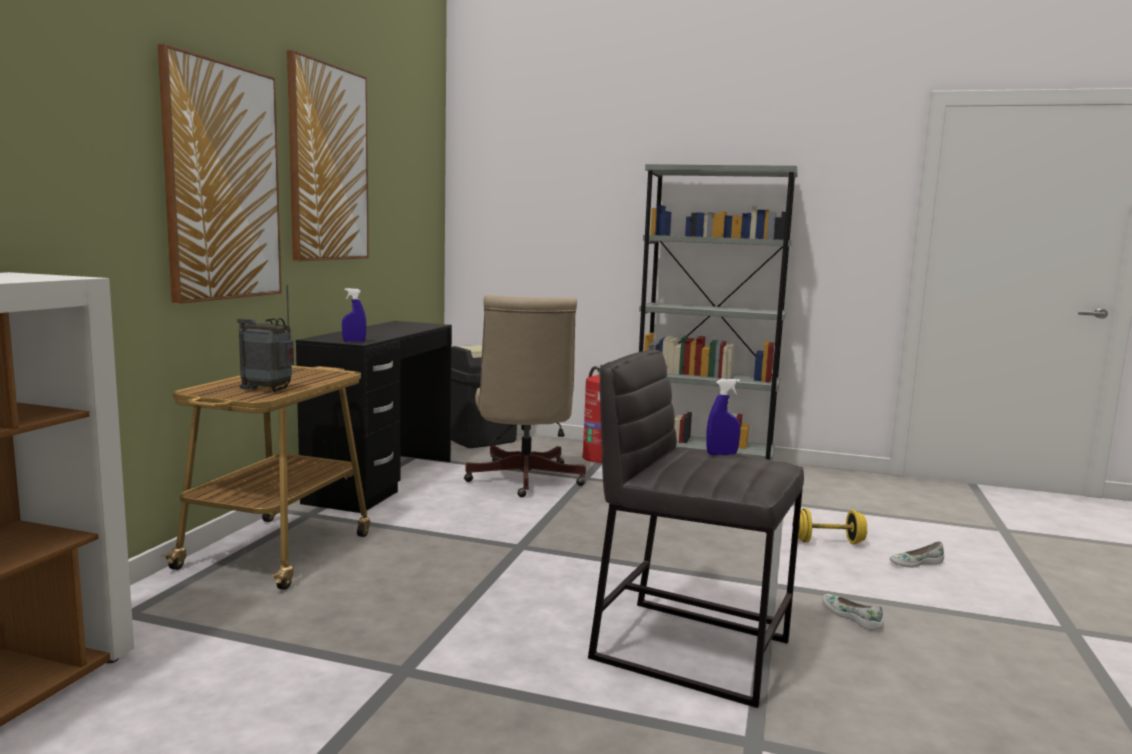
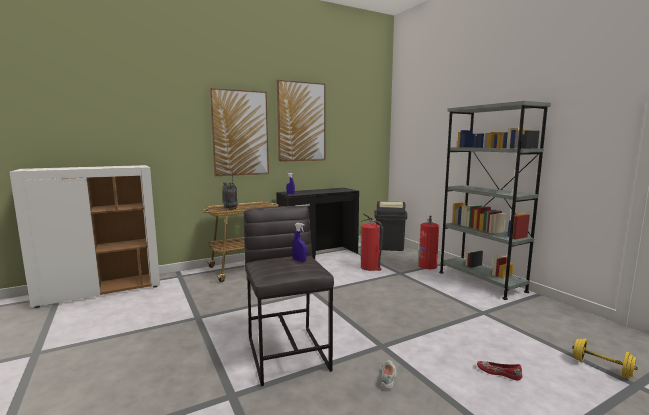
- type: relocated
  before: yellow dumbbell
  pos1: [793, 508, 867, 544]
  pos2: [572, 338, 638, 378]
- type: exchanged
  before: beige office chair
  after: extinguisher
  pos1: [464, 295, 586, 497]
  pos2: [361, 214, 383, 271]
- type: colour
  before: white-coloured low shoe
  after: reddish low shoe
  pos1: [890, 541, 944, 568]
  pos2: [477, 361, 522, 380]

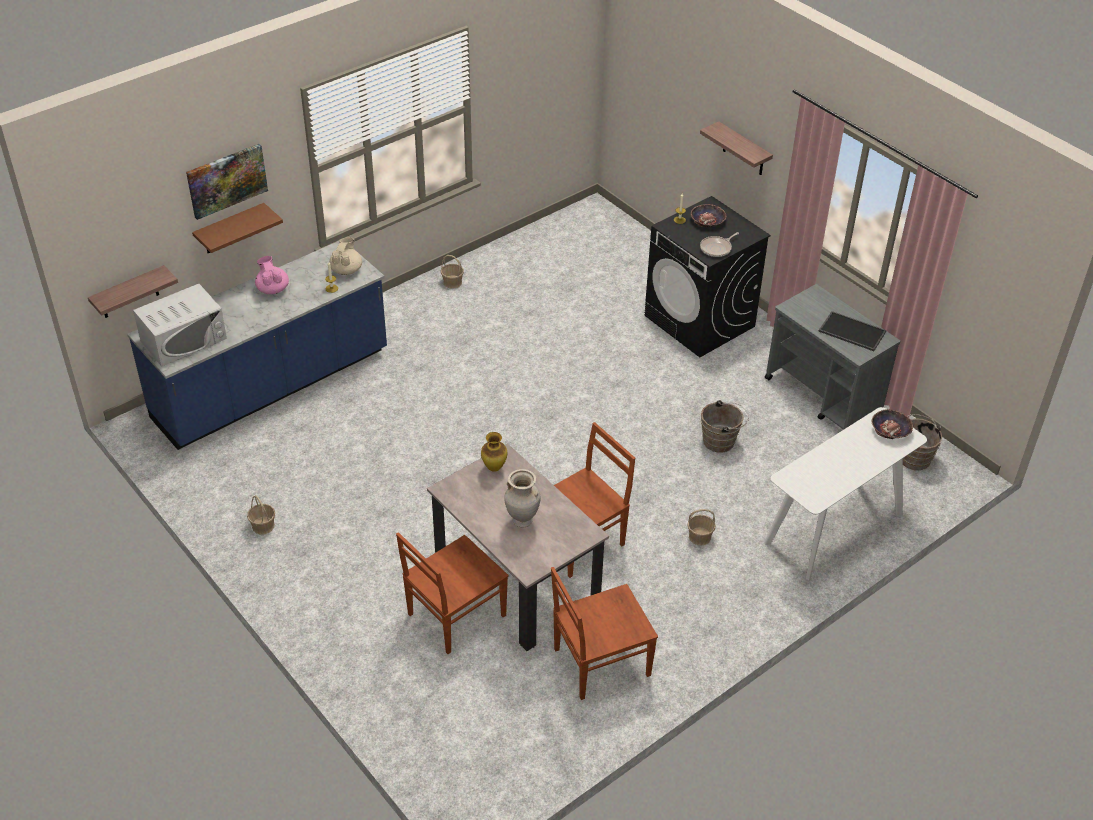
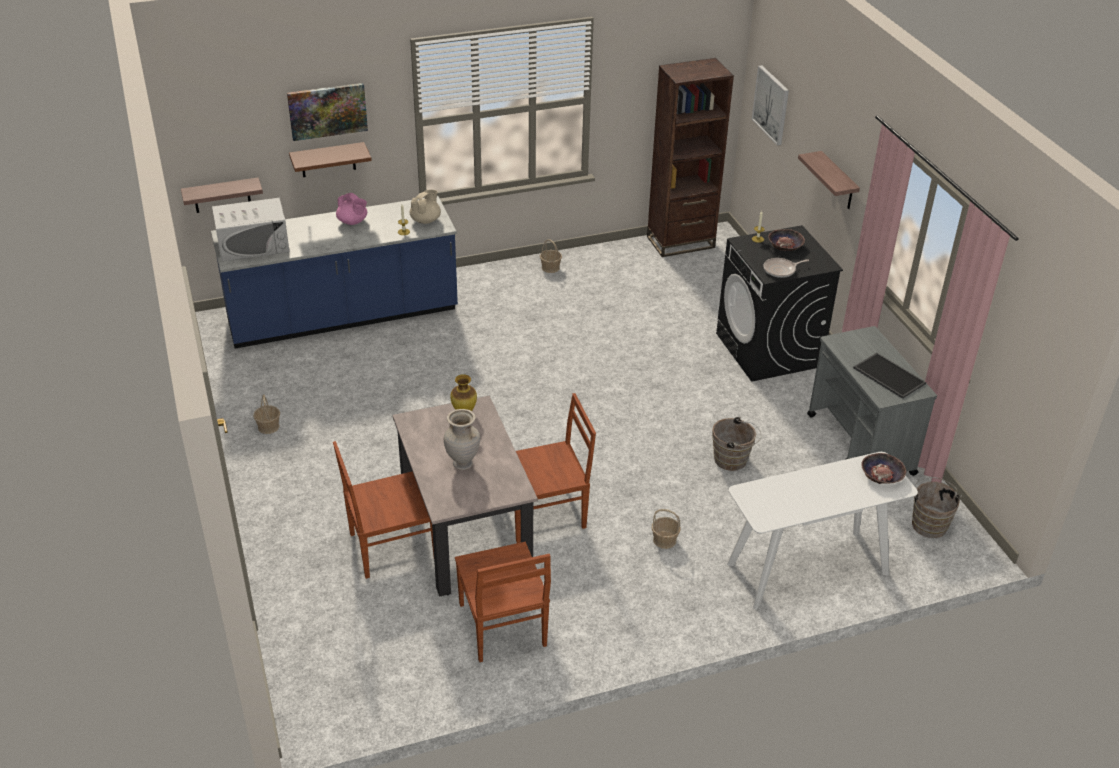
- type: appeared
  after: brownish bookshelf
  pos2: [647, 58, 734, 257]
- type: appeared
  after: wall art
  pos2: [752, 65, 789, 146]
- type: spun
  before: pink pot for tea
  pos1: [255, 256, 289, 294]
  pos2: [336, 193, 367, 225]
  turn: 135
- type: spun
  before: brownish upright chair
  pos1: [551, 567, 658, 700]
  pos2: [455, 542, 551, 662]
  turn: -105

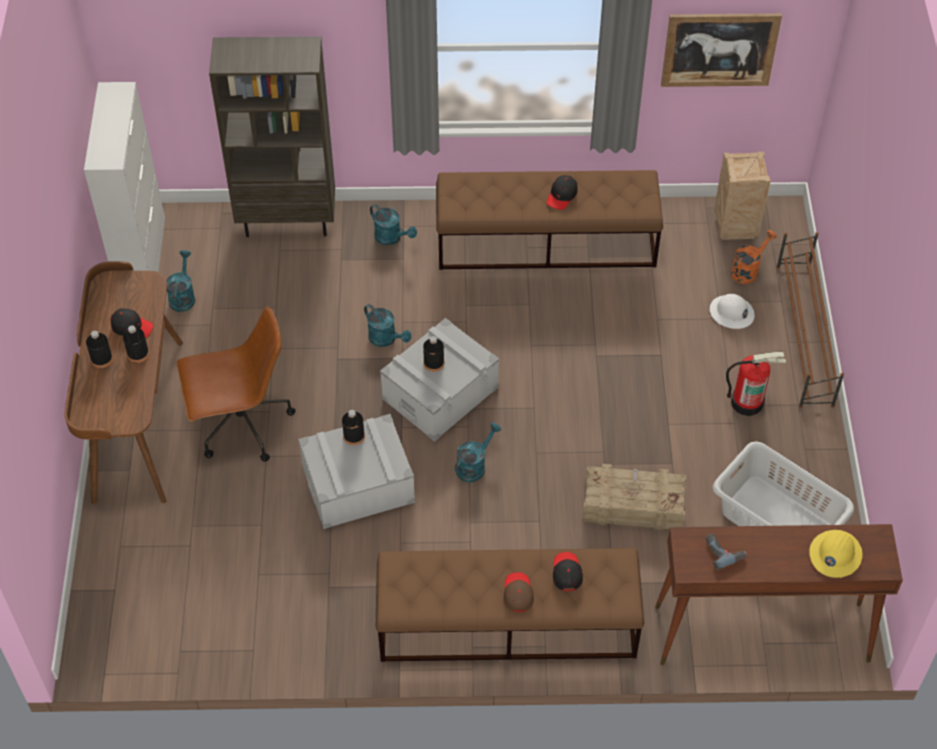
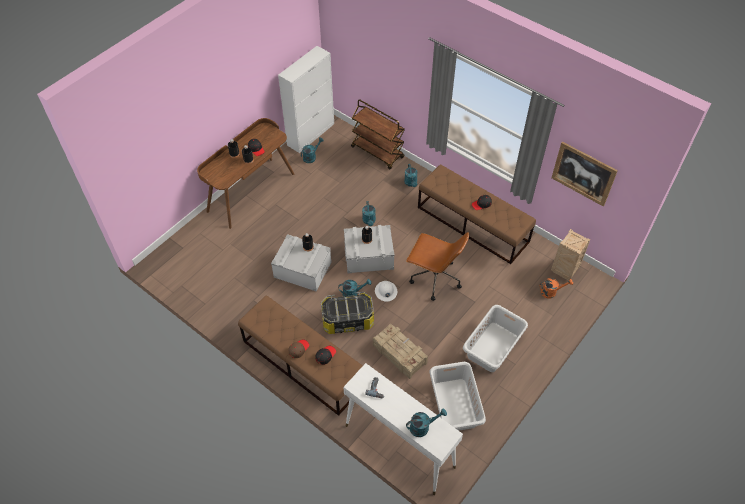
- type: missing
  before: brownish shoe shelf
  pos1: [776, 232, 844, 408]
- type: appeared
  after: storage bin
  pos2: [321, 292, 374, 334]
- type: relocated
  before: brownish office chair
  pos1: [177, 306, 296, 462]
  pos2: [406, 232, 469, 301]
- type: relocated
  before: white-coloured safety helmet
  pos1: [710, 294, 754, 329]
  pos2: [375, 281, 397, 302]
- type: exchanged
  before: brownish bookshelf
  after: brownish wheeled cart
  pos1: [209, 36, 335, 237]
  pos2: [351, 99, 405, 169]
- type: exchanged
  before: extinguisher
  after: greyish washing basket
  pos1: [726, 352, 786, 416]
  pos2: [463, 305, 528, 372]
- type: exchanged
  before: yellow safety helmet
  after: turquoise-coloured watering pot
  pos1: [809, 530, 862, 578]
  pos2: [406, 408, 447, 437]
- type: colour
  before: brownish narrow table
  after: white-coloured narrow table
  pos1: [655, 524, 903, 665]
  pos2: [344, 363, 463, 495]

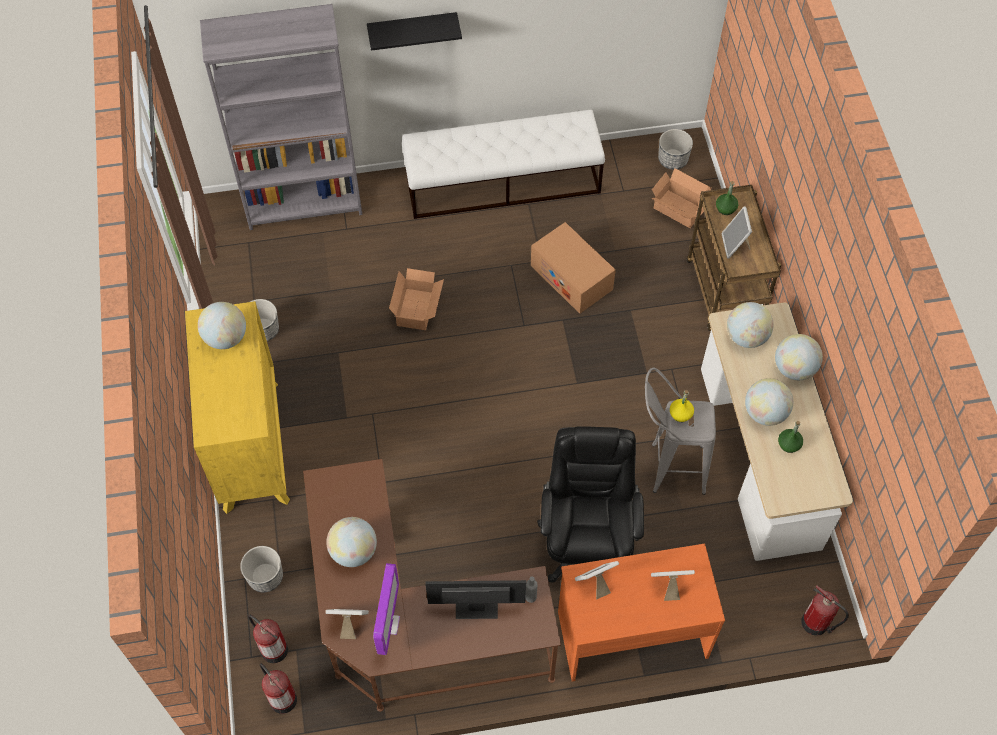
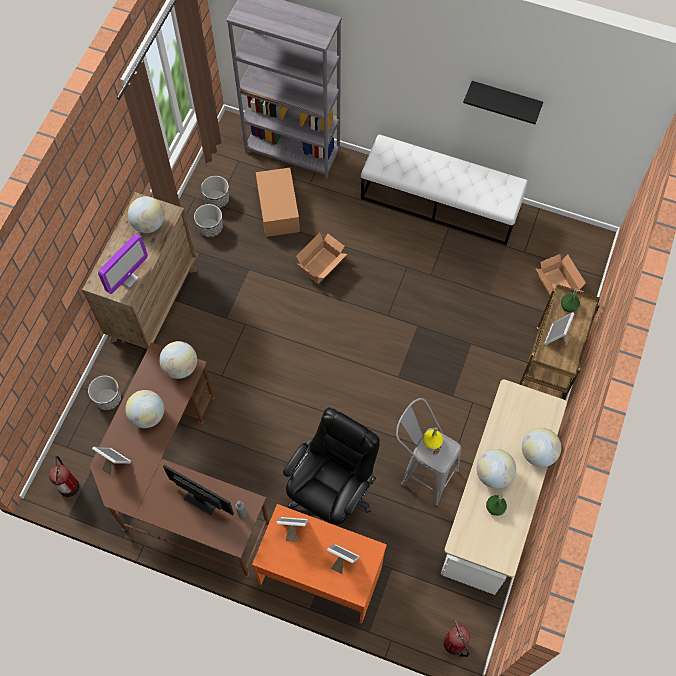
- type: missing
  before: extinguisher
  pos1: [248, 615, 288, 663]
- type: relocated
  before: black-coloured wall shelf
  pos1: [367, 12, 462, 51]
  pos2: [463, 81, 543, 124]
- type: relocated
  before: computer display
  pos1: [373, 563, 400, 655]
  pos2: [98, 234, 148, 294]
- type: relocated
  before: cardboard box
  pos1: [531, 222, 616, 314]
  pos2: [256, 168, 300, 237]
- type: relocated
  before: plant pot
  pos1: [658, 129, 693, 170]
  pos2: [201, 176, 229, 208]
- type: relocated
  before: world globe
  pos1: [727, 302, 774, 348]
  pos2: [159, 341, 197, 379]
- type: colour
  before: yellow dresser
  after: brownish dresser
  pos1: [185, 301, 290, 514]
  pos2: [82, 192, 197, 350]

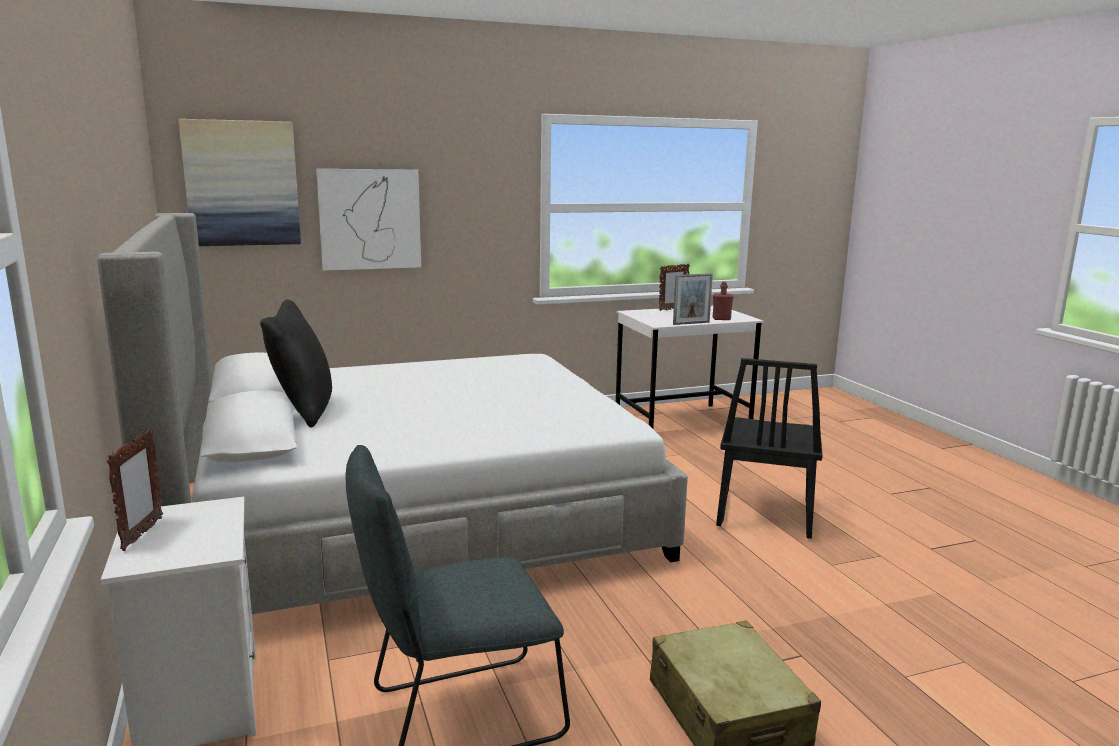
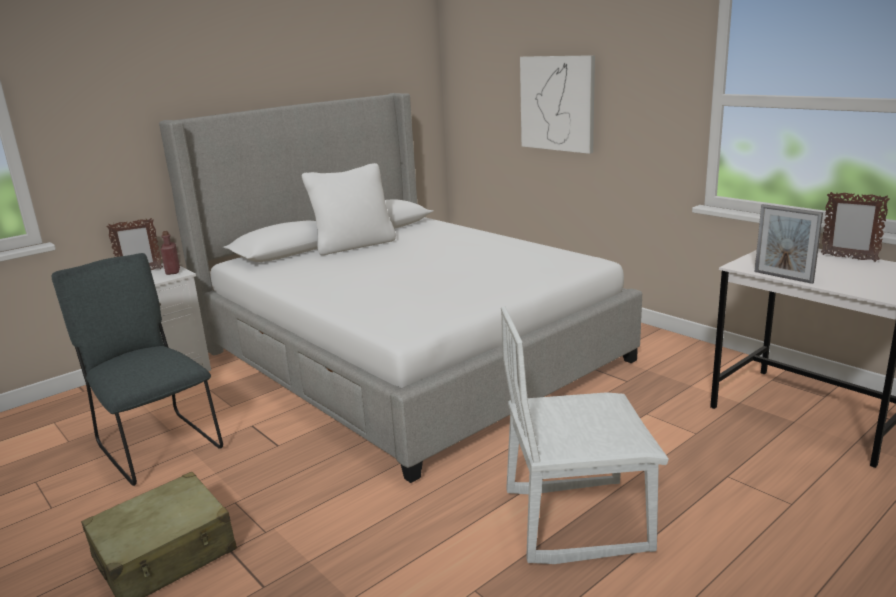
- type: missing
  before: wall art
  pos1: [179, 119, 301, 246]
- type: relocated
  before: reddish drink bottle
  pos1: [713, 282, 734, 320]
  pos2: [161, 231, 180, 275]
- type: colour
  before: black-coloured pillow
  after: white-coloured pillow
  pos1: [260, 300, 332, 427]
  pos2: [302, 163, 396, 255]
- type: colour
  before: black-coloured upright chair
  after: white-coloured upright chair
  pos1: [716, 358, 823, 539]
  pos2: [501, 306, 669, 564]

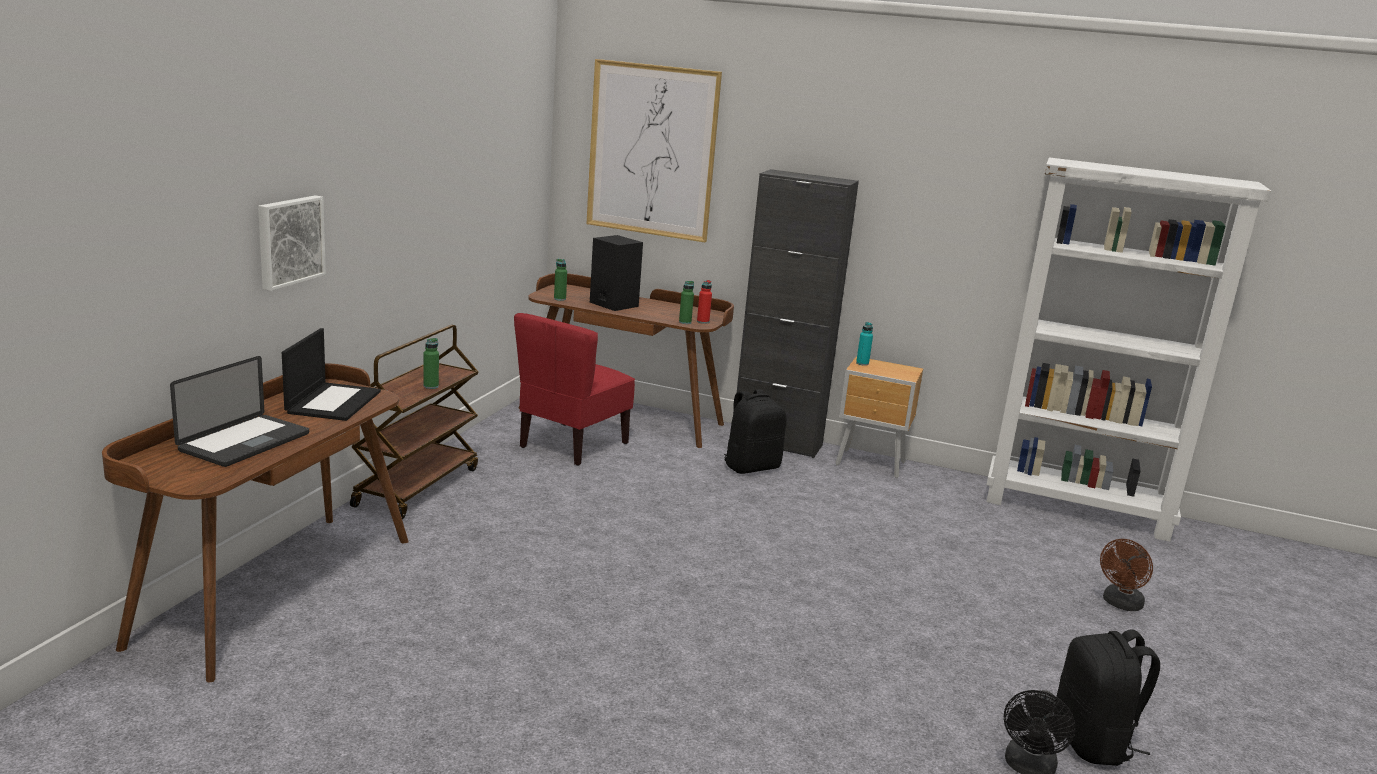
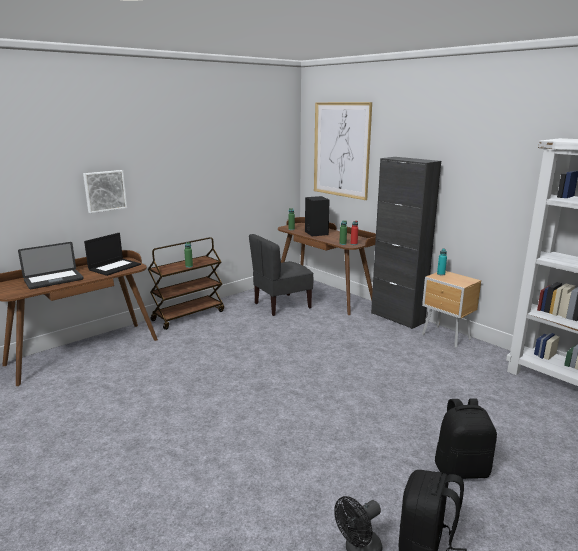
- type: missing
  before: brownish cooling fan
  pos1: [1100, 539, 1153, 611]
- type: relocated
  before: black-coloured rucksack
  pos1: [724, 389, 787, 474]
  pos2: [435, 398, 497, 479]
- type: colour
  before: reddish upright chair
  after: greyish upright chair
  pos1: [514, 313, 635, 466]
  pos2: [249, 234, 313, 316]

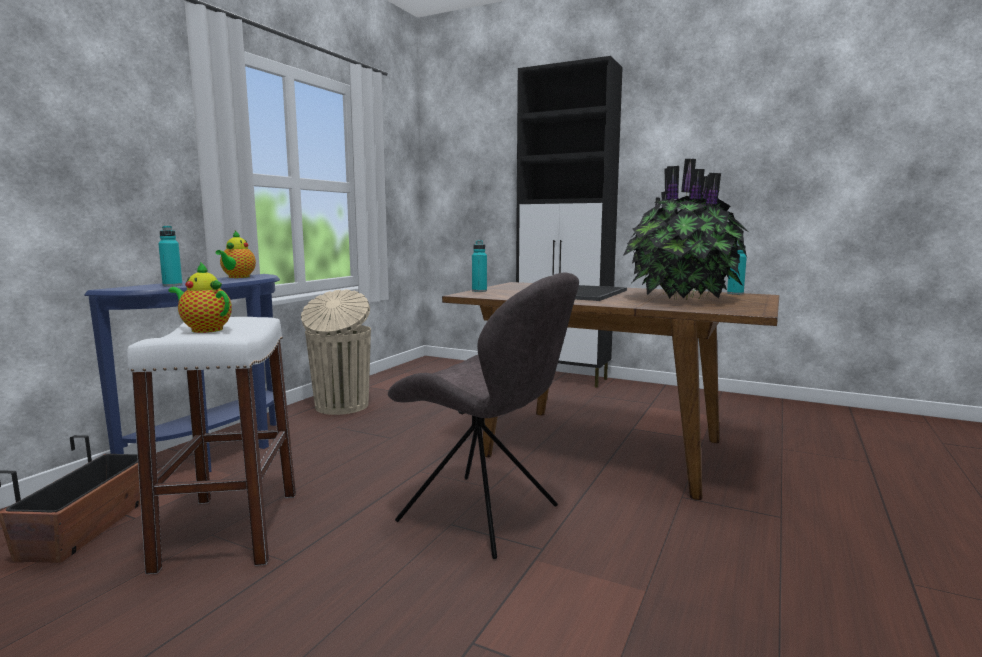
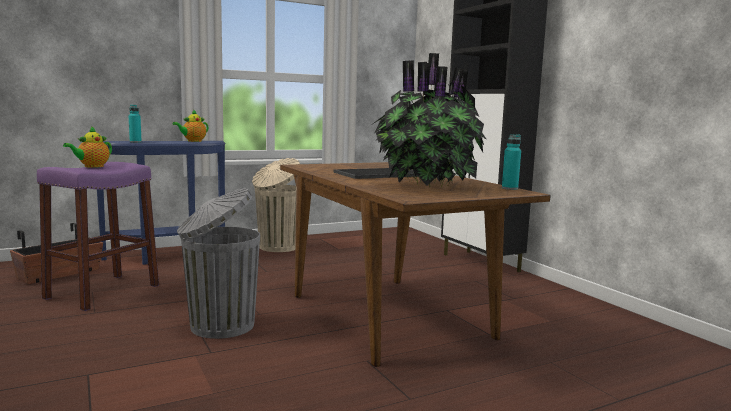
- type: missing
  before: turquoise-coloured drink bottle
  pos1: [472, 240, 487, 292]
- type: exchanged
  before: greyish upright chair
  after: greyish trash can
  pos1: [388, 273, 579, 559]
  pos2: [177, 188, 260, 339]
- type: colour
  before: white-coloured stool
  after: purple-coloured stool
  pos1: [127, 317, 296, 574]
  pos2: [37, 162, 159, 311]
- type: spun
  before: pot for tea
  pos1: [169, 262, 232, 333]
  pos2: [63, 126, 112, 168]
  turn: -120

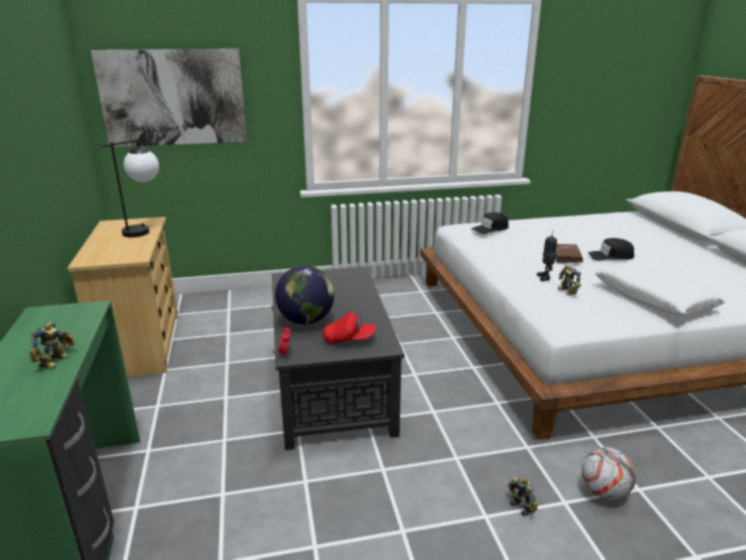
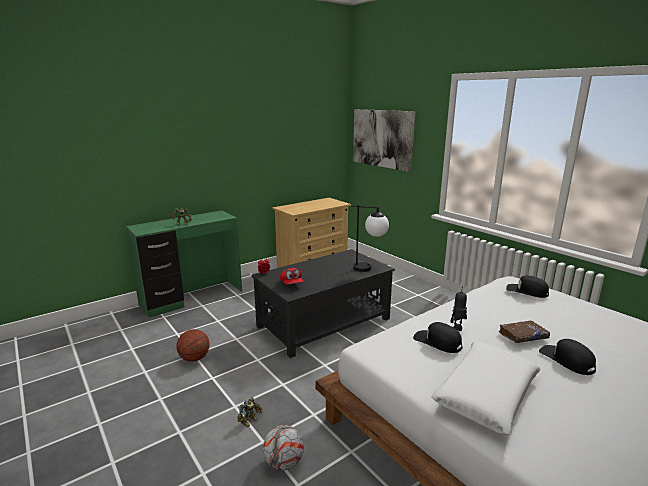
- type: missing
  before: world globe
  pos1: [275, 266, 334, 325]
- type: appeared
  after: basketball
  pos2: [176, 329, 209, 362]
- type: relocated
  before: tabletop lamp
  pos1: [102, 139, 159, 238]
  pos2: [351, 205, 389, 272]
- type: exchanged
  before: toy robot
  after: black-coloured cap
  pos1: [558, 264, 581, 295]
  pos2: [413, 322, 462, 353]

